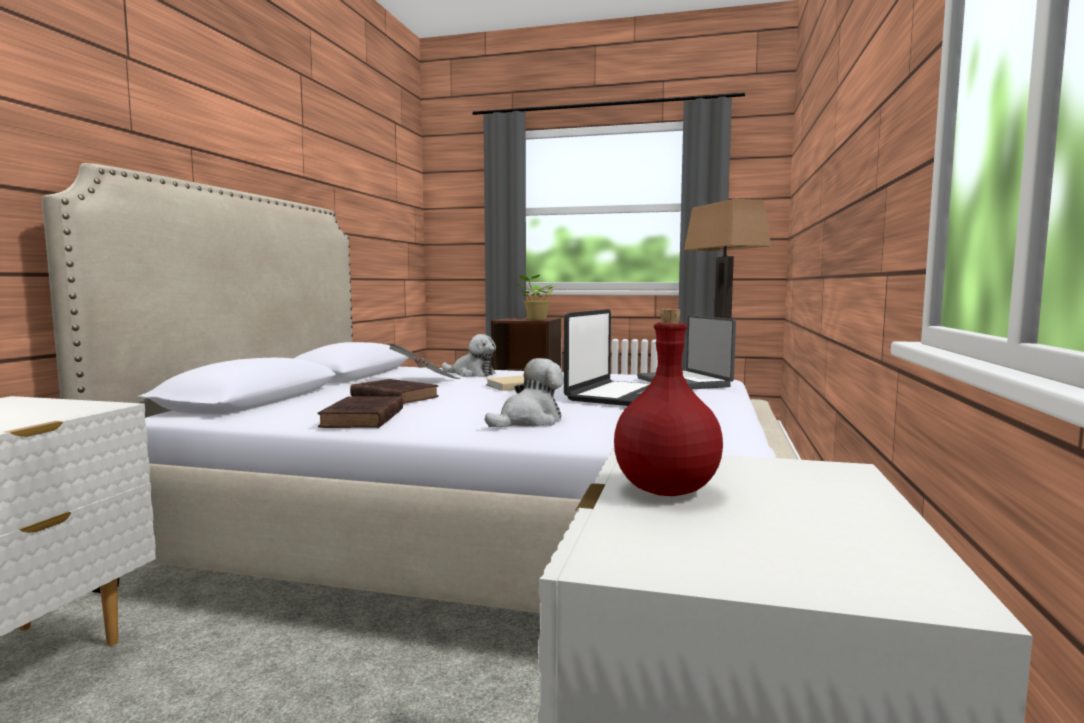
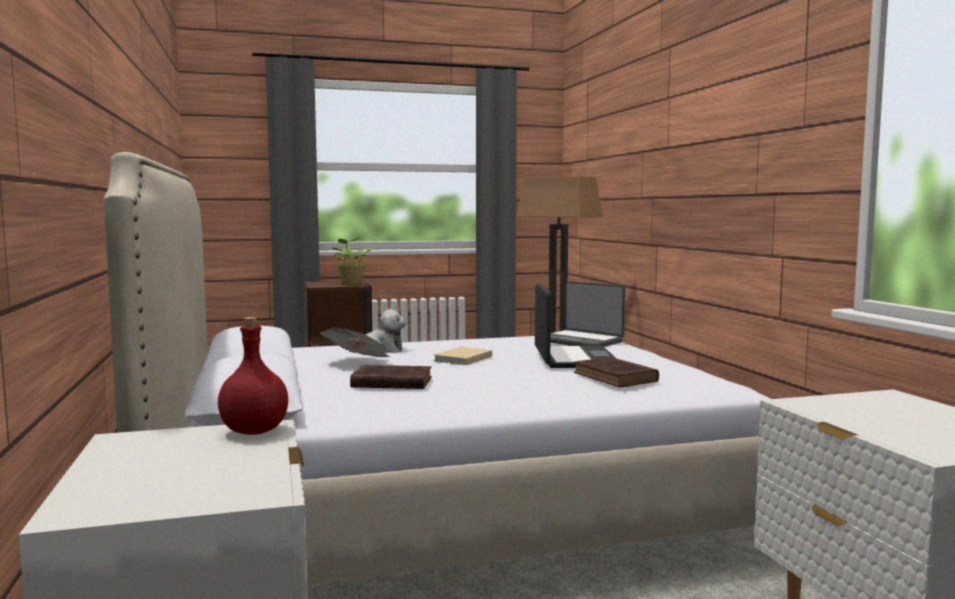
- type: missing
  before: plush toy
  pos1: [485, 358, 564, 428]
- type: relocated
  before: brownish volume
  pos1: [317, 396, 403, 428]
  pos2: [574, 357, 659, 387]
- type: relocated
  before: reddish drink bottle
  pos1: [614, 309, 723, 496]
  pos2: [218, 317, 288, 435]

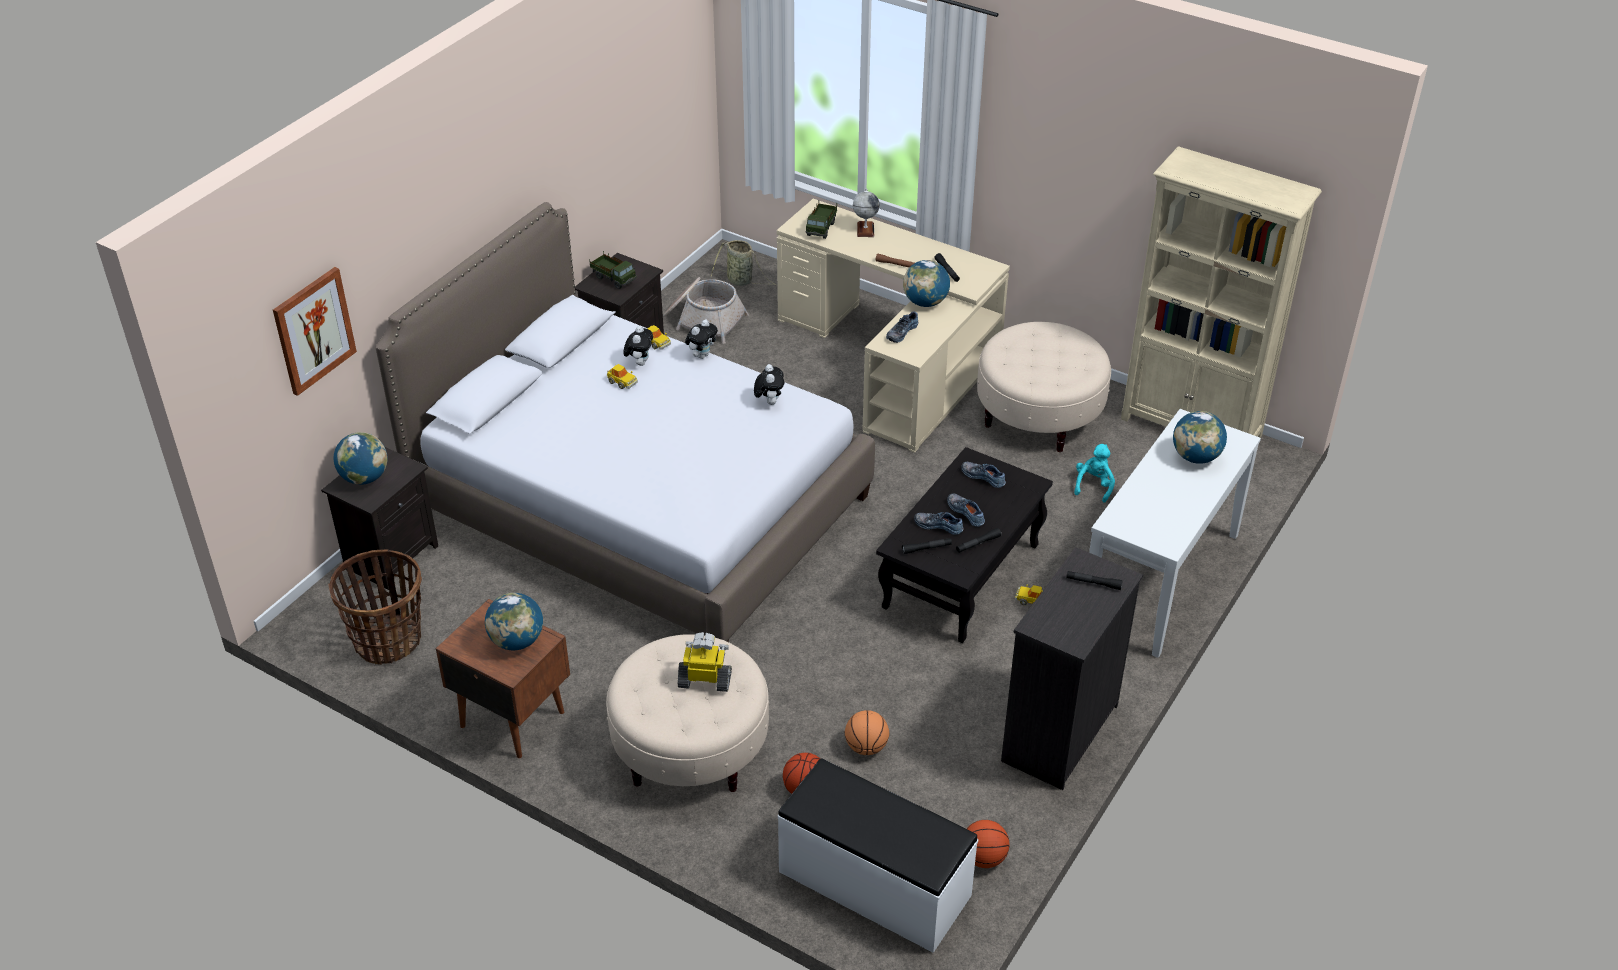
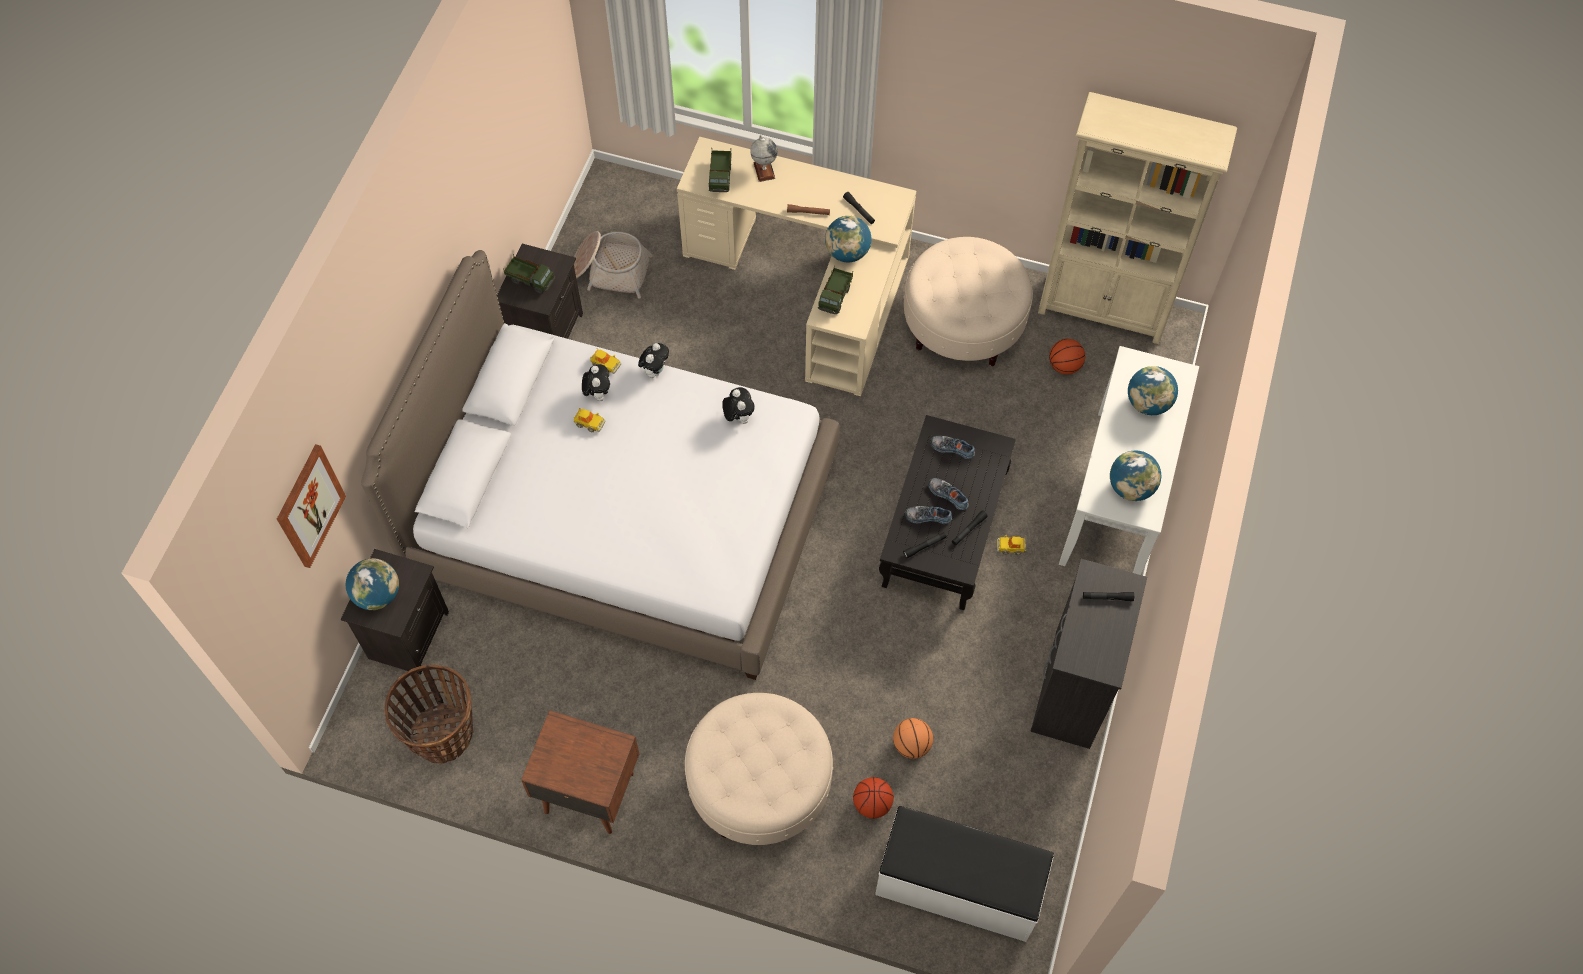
- type: missing
  before: toy robot
  pos1: [678, 632, 732, 692]
- type: missing
  before: basket
  pos1: [711, 240, 777, 286]
- type: missing
  before: turquoise-coloured plush toy
  pos1: [1074, 444, 1115, 503]
- type: relocated
  before: world globe
  pos1: [485, 593, 543, 650]
  pos2: [1110, 451, 1161, 501]
- type: relocated
  before: basketball
  pos1: [967, 820, 1009, 868]
  pos2: [1049, 339, 1085, 375]
- type: exchanged
  before: low shoe
  after: toy truck
  pos1: [886, 311, 918, 343]
  pos2: [818, 265, 853, 314]

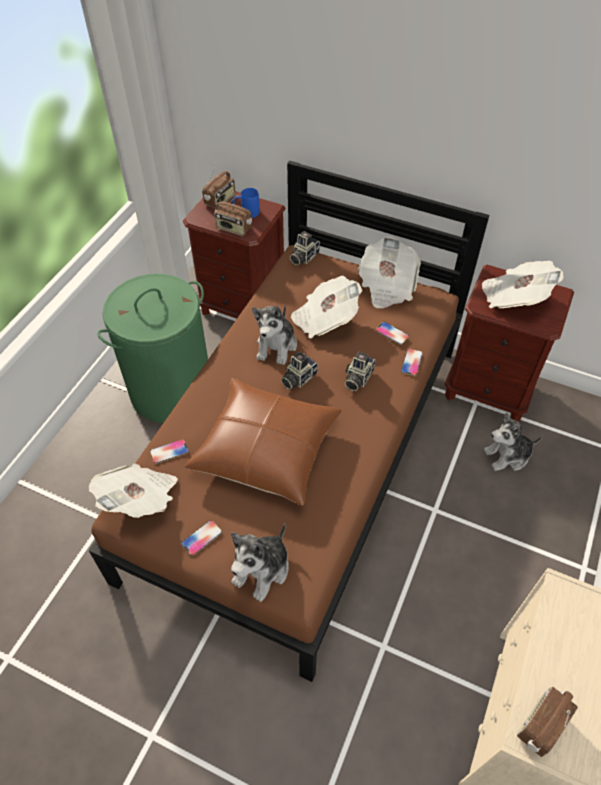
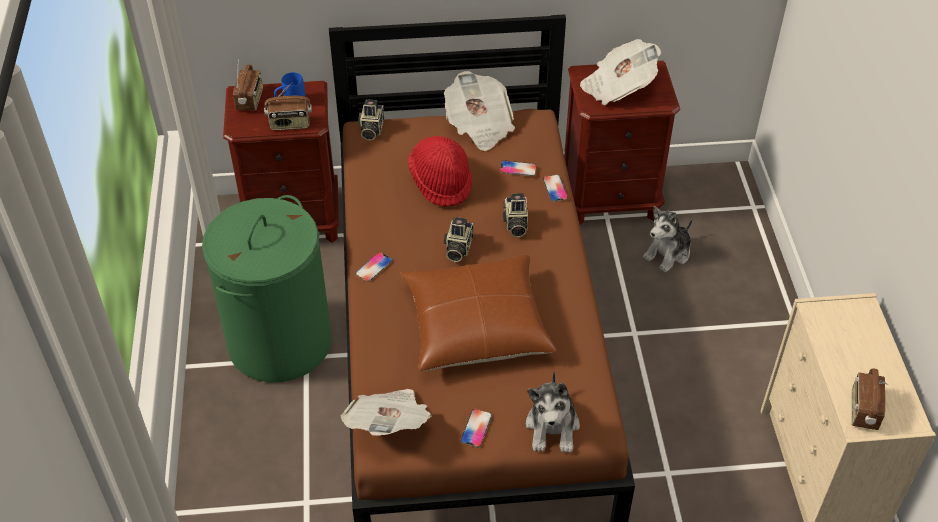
- type: missing
  before: plush toy
  pos1: [252, 305, 297, 365]
- type: relocated
  before: phone
  pos1: [150, 439, 189, 464]
  pos2: [356, 252, 392, 282]
- type: exchanged
  before: printed paper
  after: reddish hat
  pos1: [291, 276, 362, 339]
  pos2: [408, 136, 472, 207]

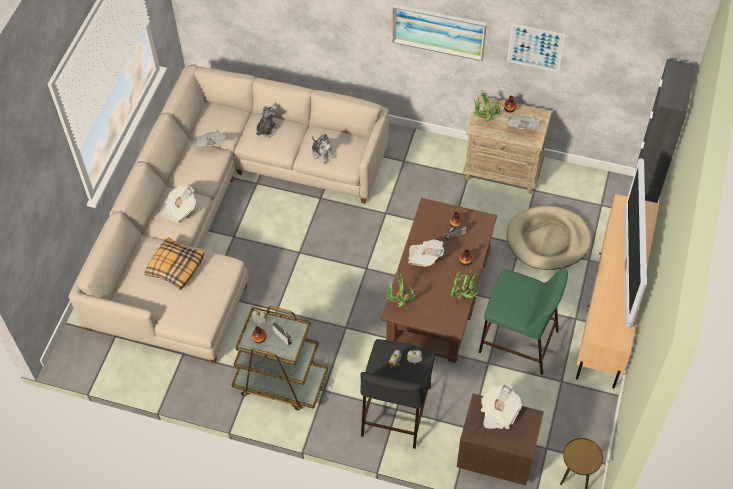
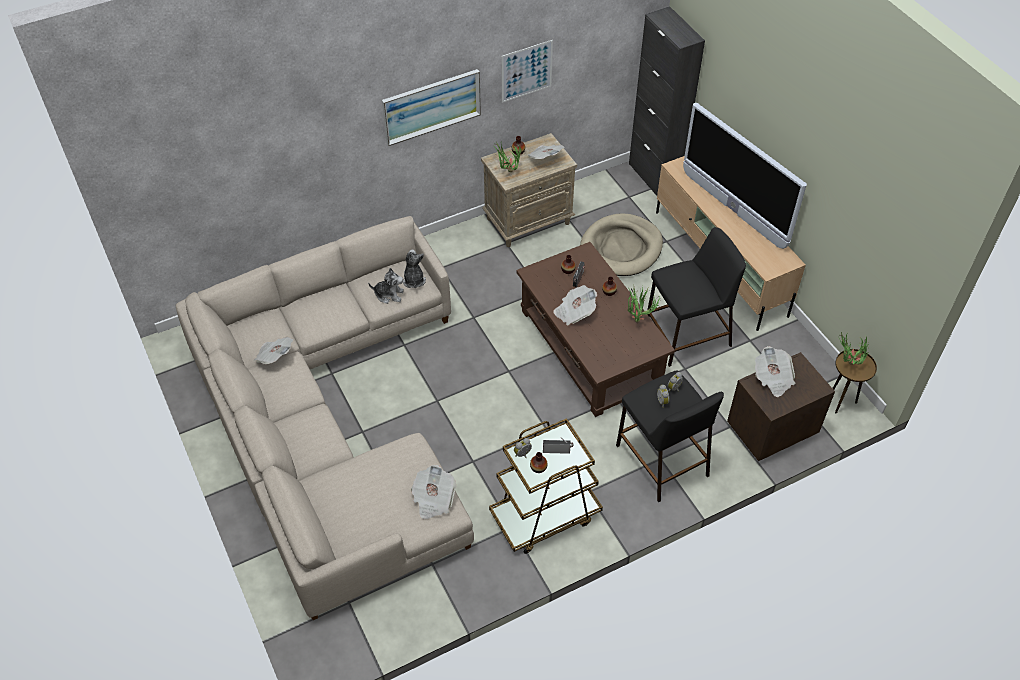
- type: missing
  before: pillow
  pos1: [145, 237, 204, 290]
- type: relocated
  before: printed paper
  pos1: [161, 185, 196, 224]
  pos2: [411, 465, 456, 519]
- type: relocated
  before: plush toy
  pos1: [256, 105, 280, 137]
  pos2: [403, 250, 426, 288]
- type: relocated
  before: plant in a pot
  pos1: [384, 273, 415, 307]
  pos2: [838, 331, 869, 365]
- type: colour
  before: green-coloured stool
  after: black-coloured stool
  pos1: [479, 268, 568, 375]
  pos2: [647, 227, 746, 367]

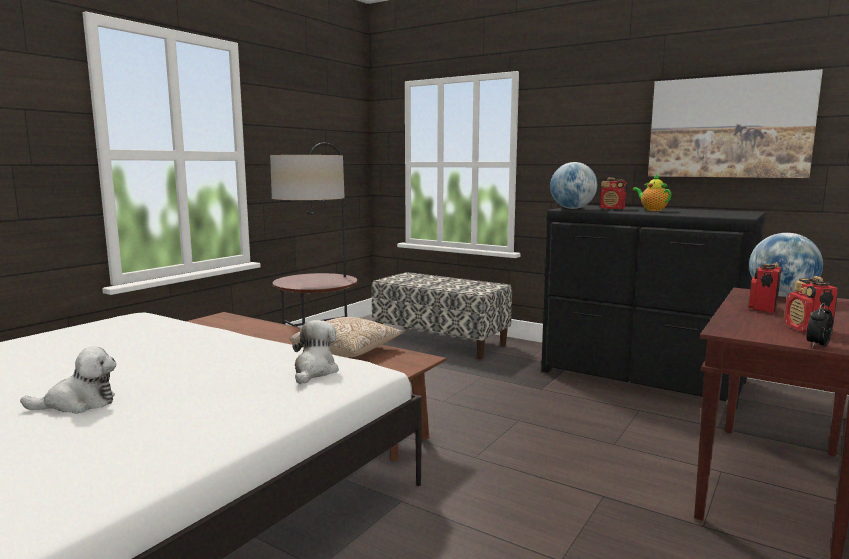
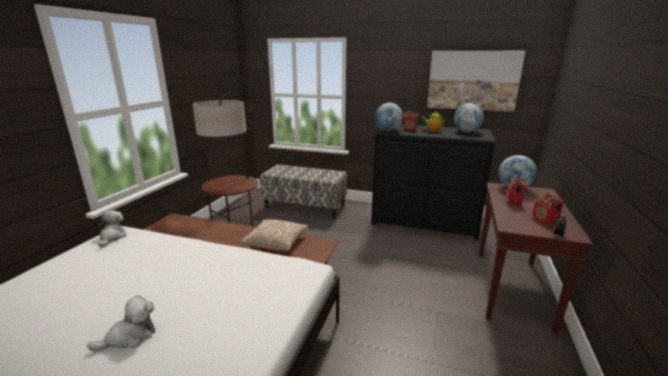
- type: appeared
  after: world globe
  pos2: [454, 103, 484, 132]
- type: relocated
  before: plush toy
  pos1: [292, 320, 339, 384]
  pos2: [98, 210, 127, 247]

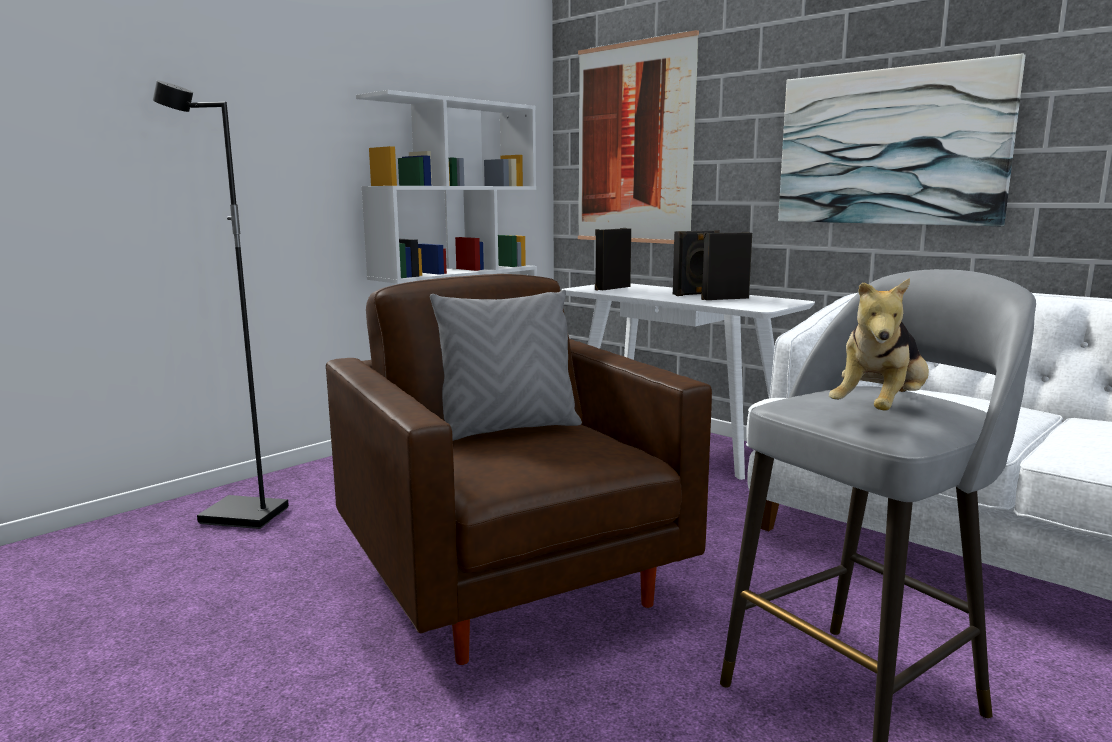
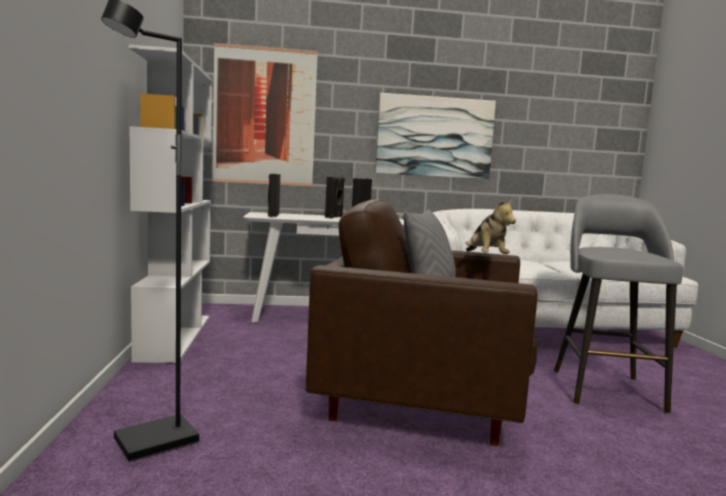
- type: relocated
  before: plush toy
  pos1: [829, 278, 929, 411]
  pos2: [466, 200, 516, 254]

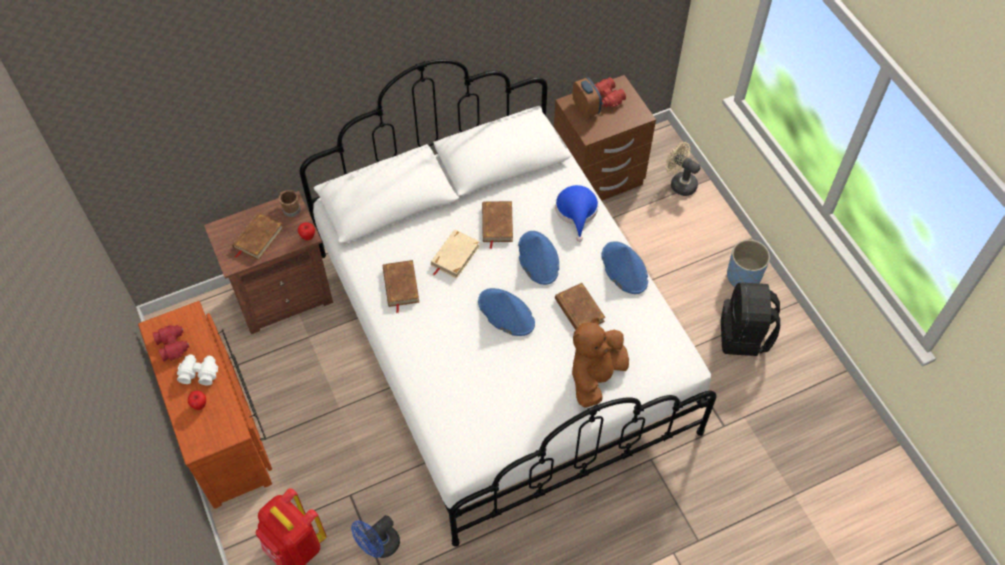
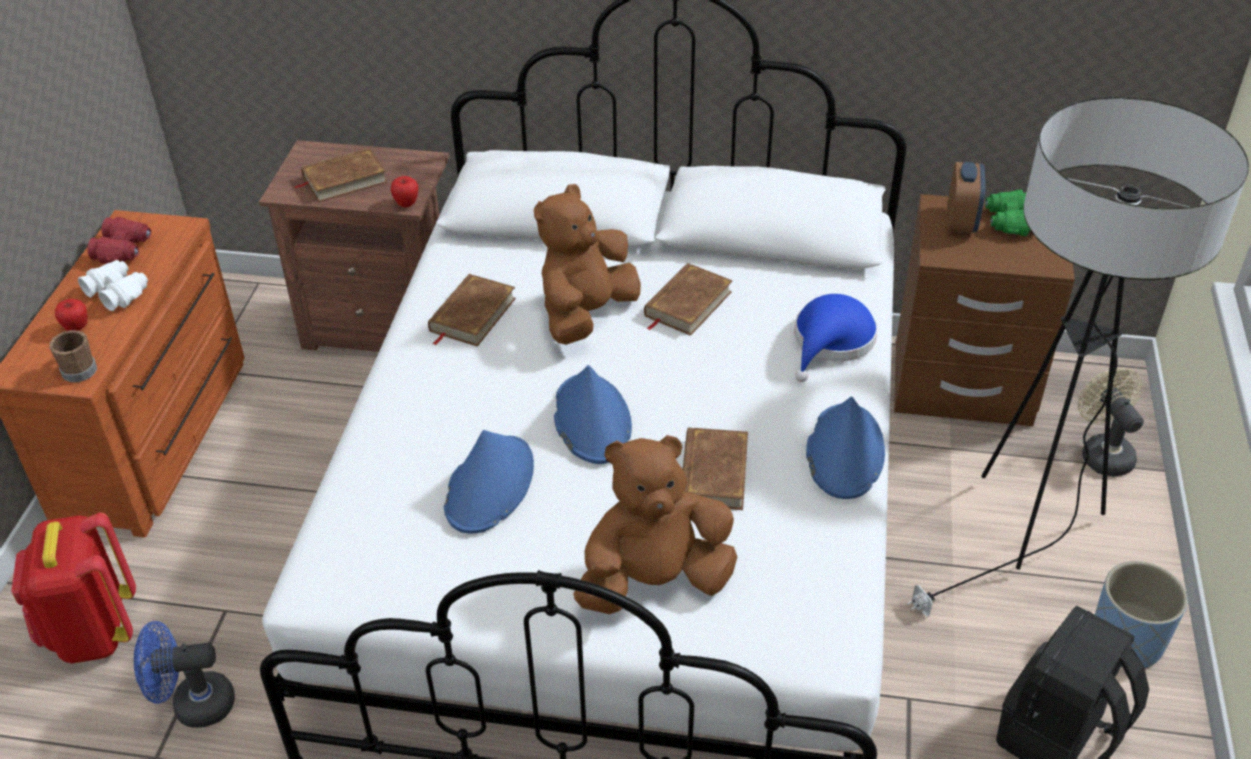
- type: appeared
  after: floor lamp
  pos2: [907, 97, 1249, 617]
- type: relocated
  before: brownish mug
  pos1: [279, 190, 301, 217]
  pos2: [49, 330, 97, 382]
- type: relocated
  before: blue-coloured hat
  pos1: [518, 231, 559, 285]
  pos2: [444, 430, 534, 534]
- type: exchanged
  before: beige volume
  after: brownish plush toy
  pos1: [431, 229, 480, 278]
  pos2: [534, 184, 641, 345]
- type: colour
  before: reddish pair of binoculars
  after: green-coloured pair of binoculars
  pos1: [595, 77, 626, 107]
  pos2: [985, 189, 1031, 236]

